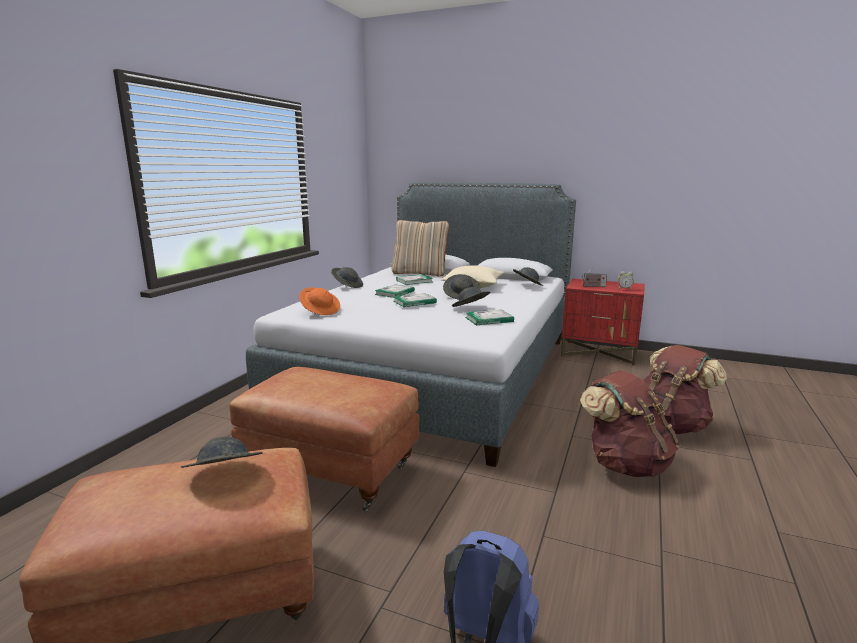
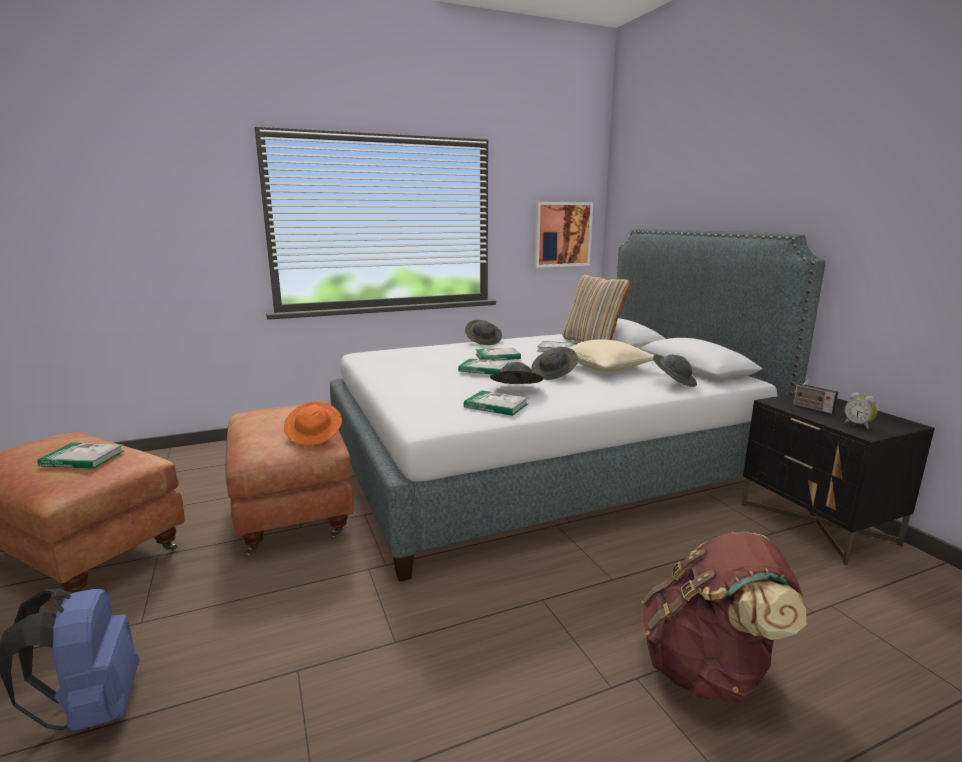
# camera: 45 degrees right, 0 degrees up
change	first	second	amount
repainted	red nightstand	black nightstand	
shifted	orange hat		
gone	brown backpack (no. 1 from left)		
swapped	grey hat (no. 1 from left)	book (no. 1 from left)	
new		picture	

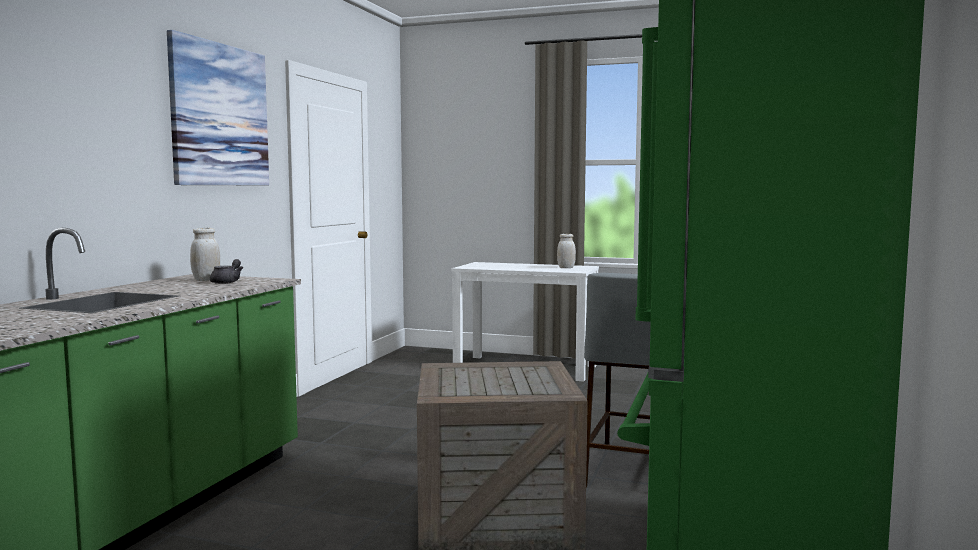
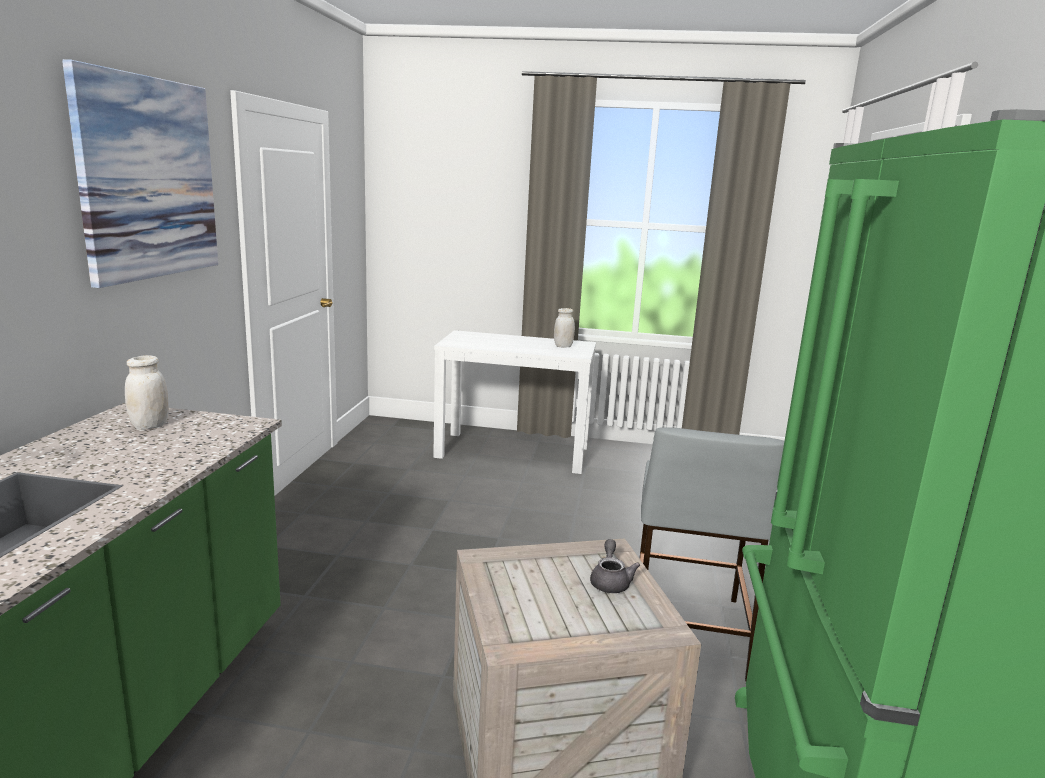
# camera: 10 degrees left, 10 degrees up
change	first	second	amount
shifted	grey teapot		

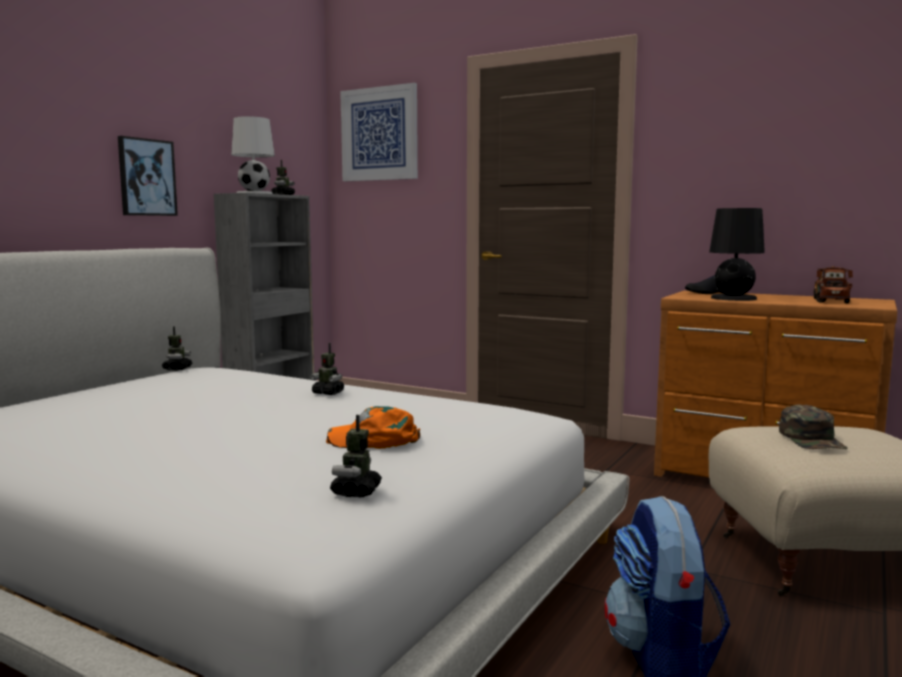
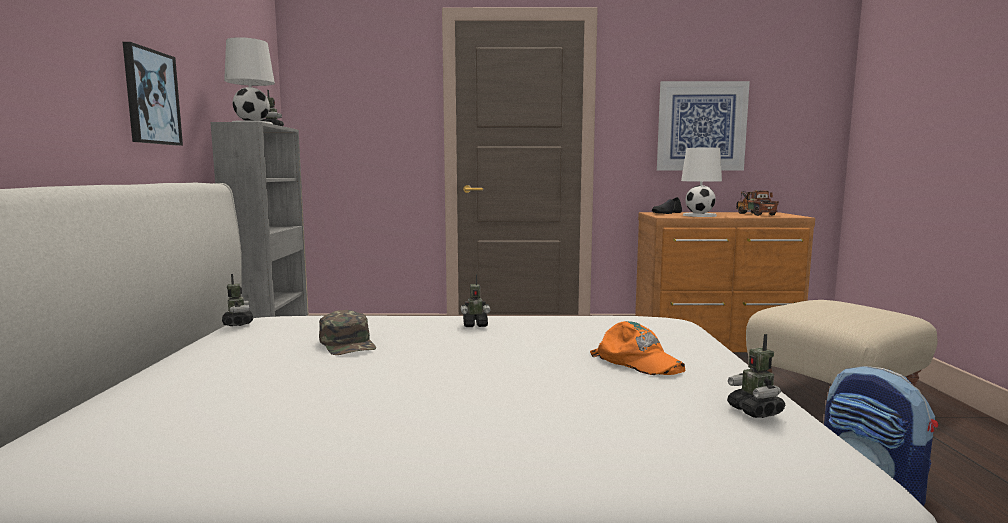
# camera: 30 degrees left, 0 degrees up
change	first	second	amount
shifted	picture (no. 2 from left)		
repainted	black table lamp	white table lamp (no. 2 from left)	
shifted	green cap		
rotated	orange cap		105 degrees counterclockwise

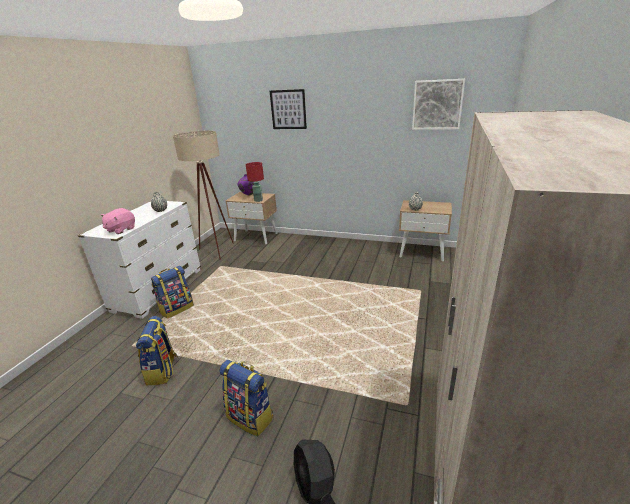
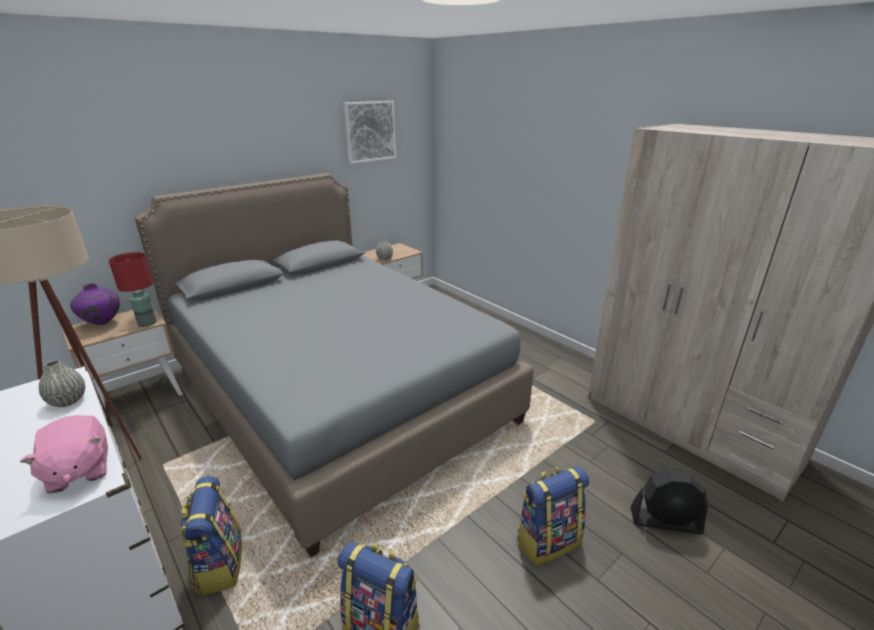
# camera: 60 degrees left, 0 degrees up
change	first	second	amount
gone	picture (no. 1 from left)		
new		grey bed	

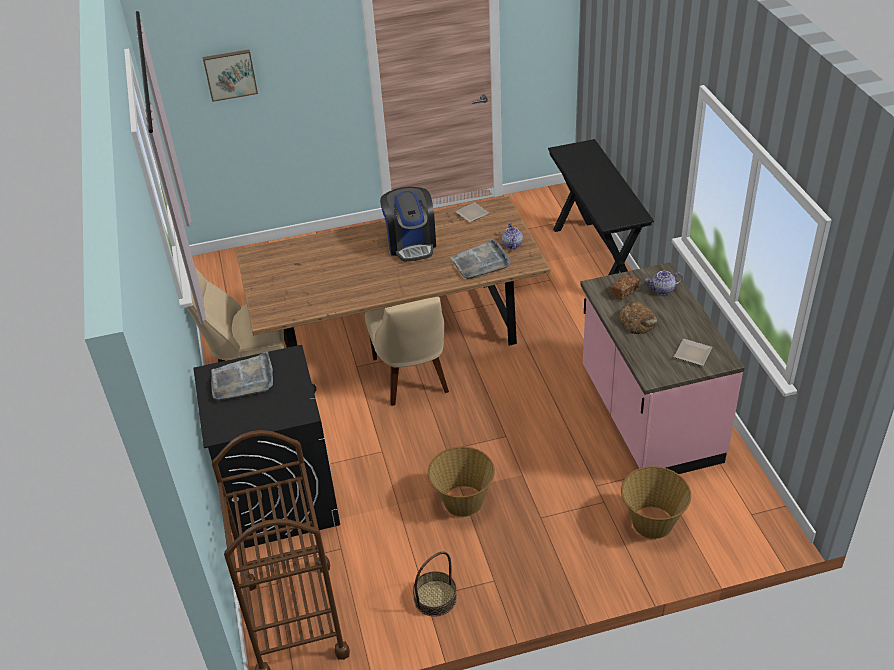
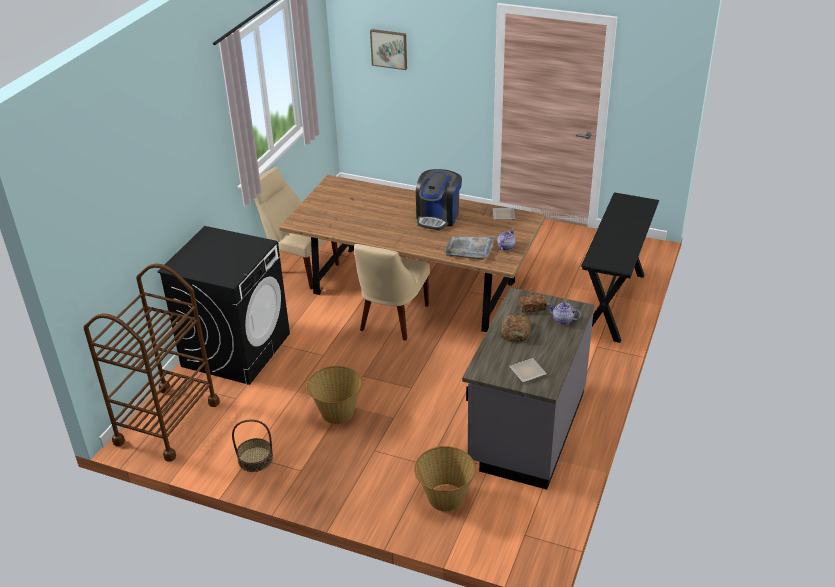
# camera: 35 degrees right, 5 degrees down
change	first	second	amount
repainted	pink counter	grey counter	
gone	grey tray (no. 1 from left)		

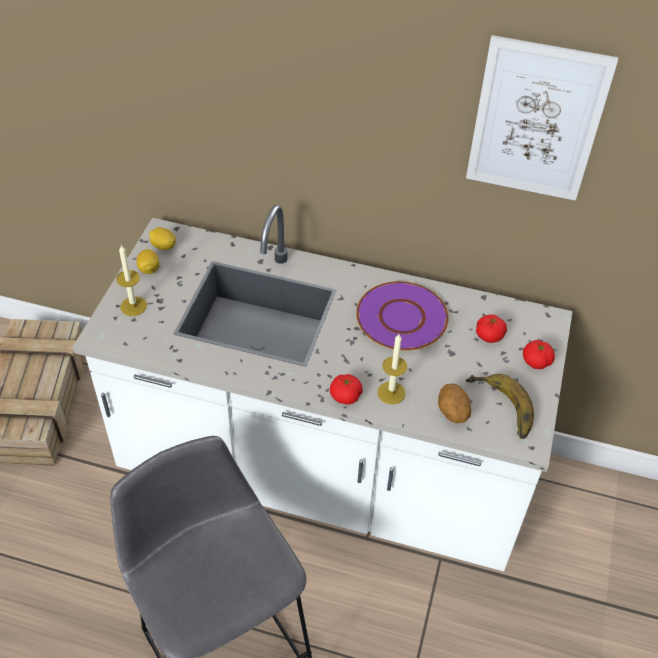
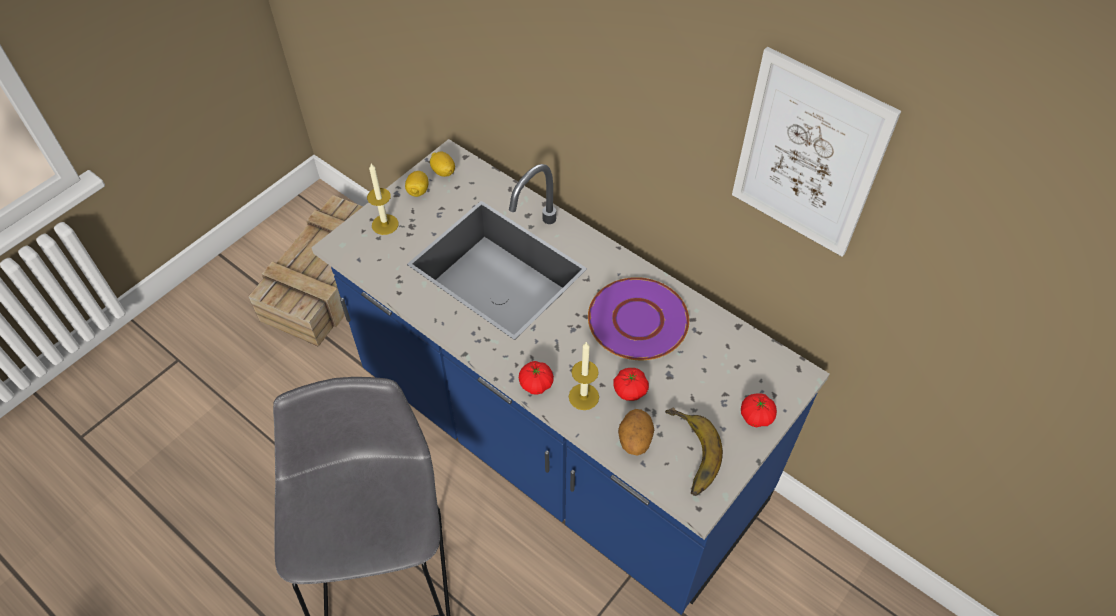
# camera: 25 degrees right, 5 degrees up
change	first	second	amount
repainted	white counter	blue counter	
shifted	tomato (no. 2 from left)		

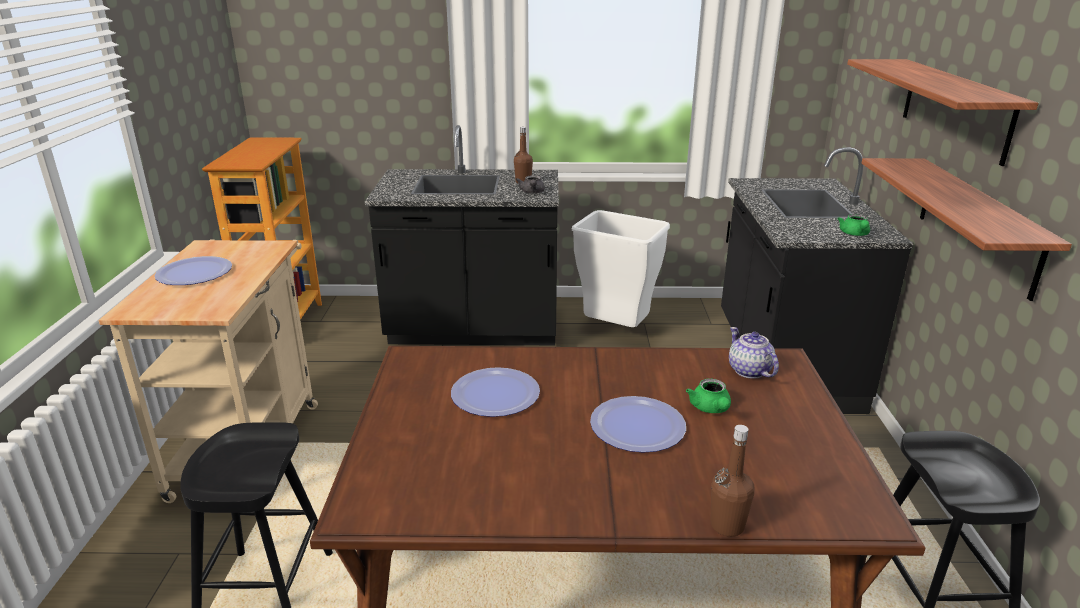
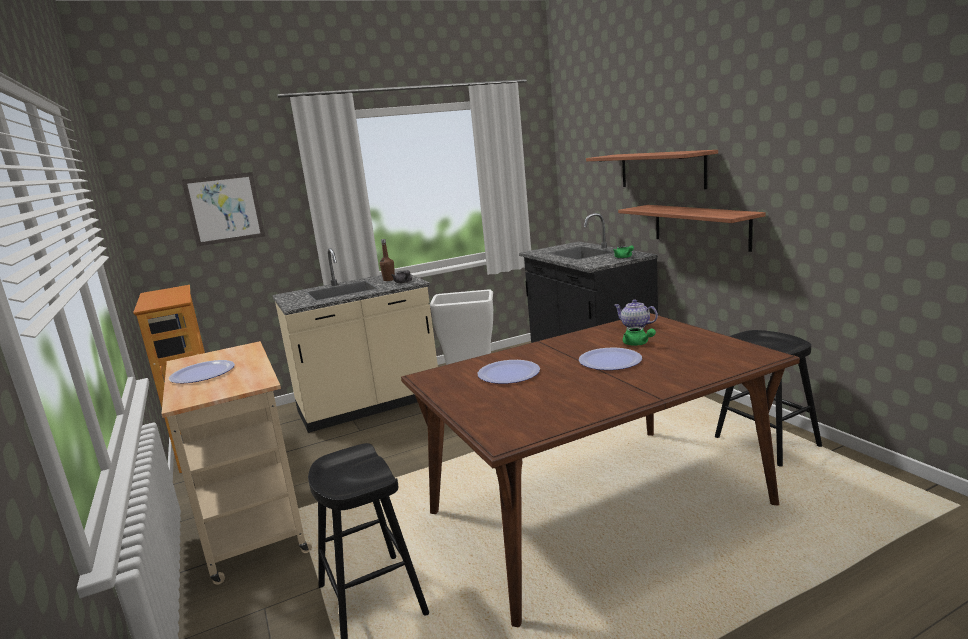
# camera: 25 degrees left, 10 degrees down
change	first	second	amount
repainted	black counter (no. 1 from left)	beige counter	
gone	brown bottle (no. 2 from left)		
new		picture	

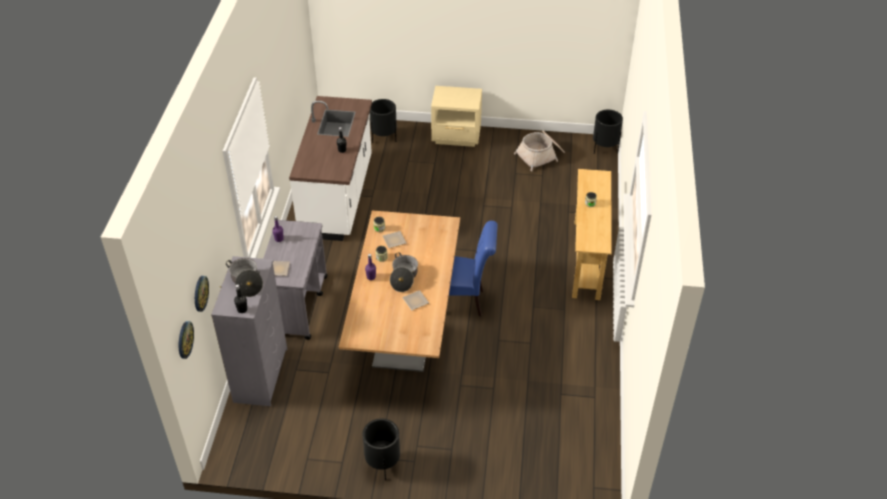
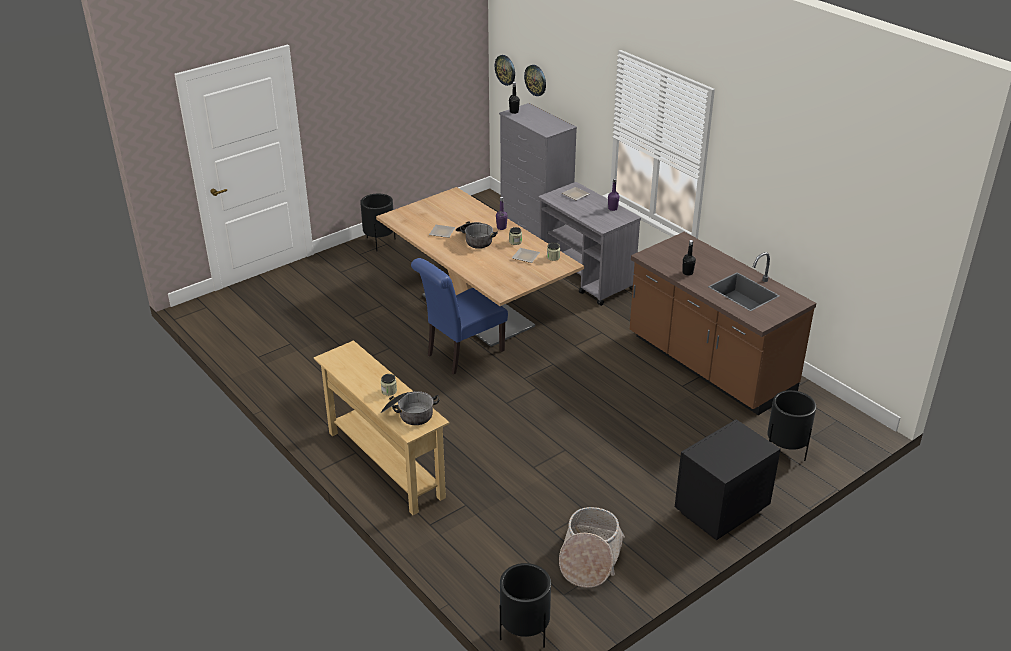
# camera: 135 degrees right, 10 degrees down
change	first	second	amount
repainted	beige nightstand	black nightstand	
repainted	white counter	brown counter	
shifted	cooking pot (no. 1 from left)		

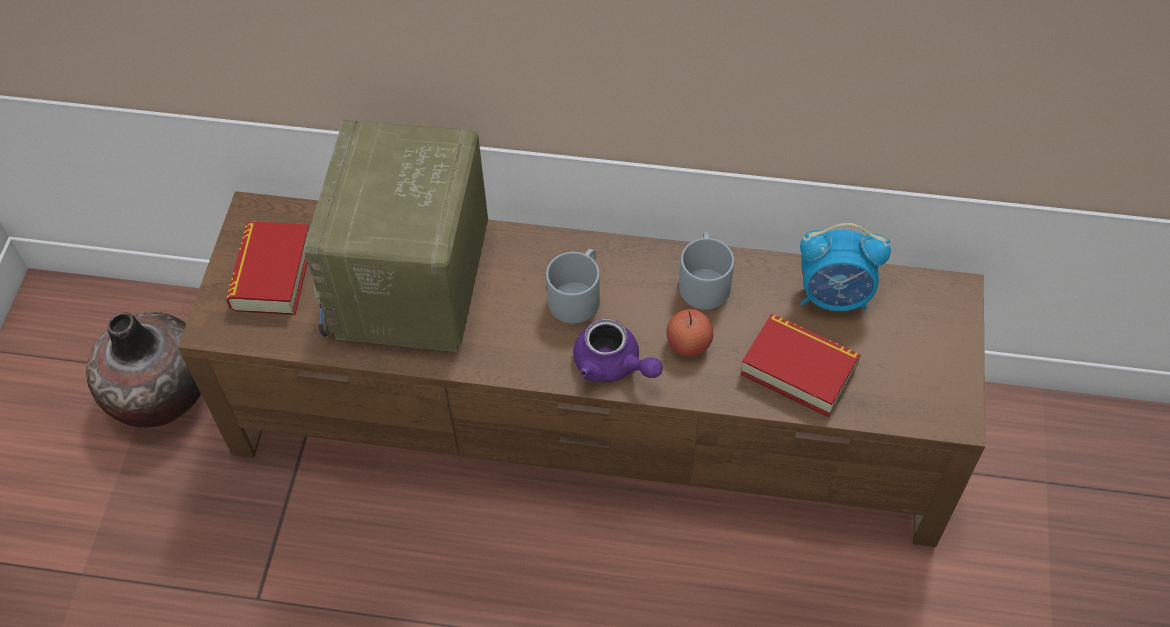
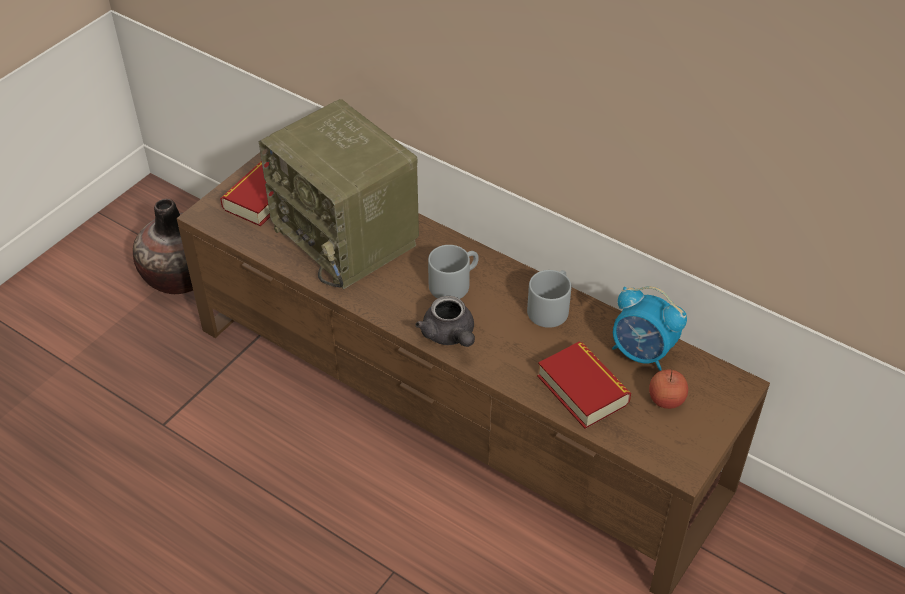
# camera: 25 degrees right, 10 degrees down
change	first	second	amount
rotated	radio		75 degrees counterclockwise
shifted	apple		
repainted	purple teapot	grey teapot	

